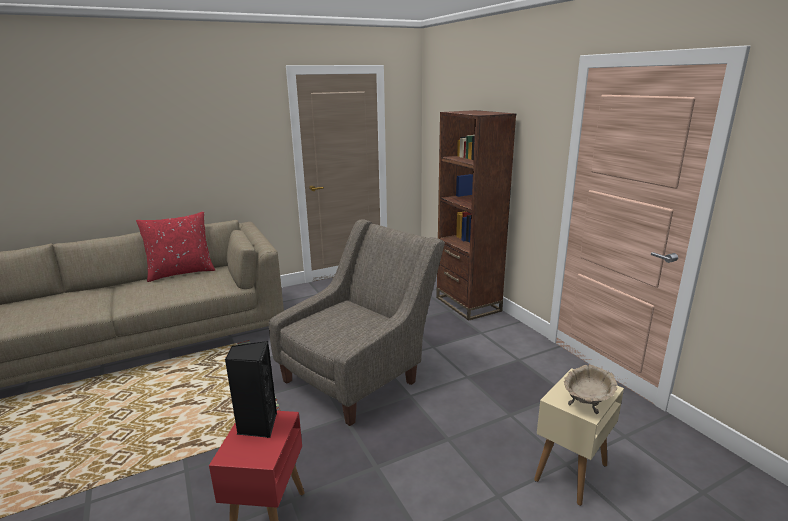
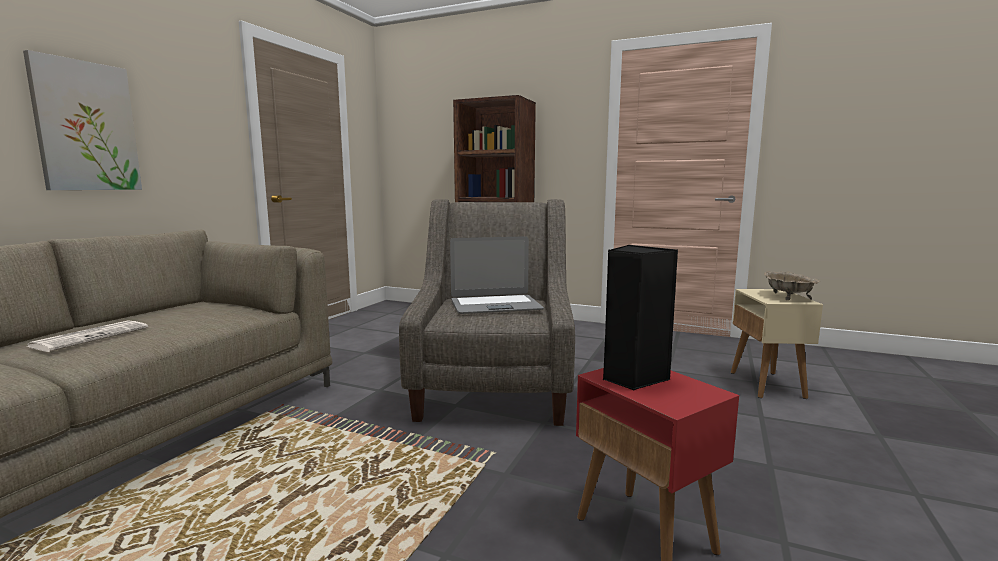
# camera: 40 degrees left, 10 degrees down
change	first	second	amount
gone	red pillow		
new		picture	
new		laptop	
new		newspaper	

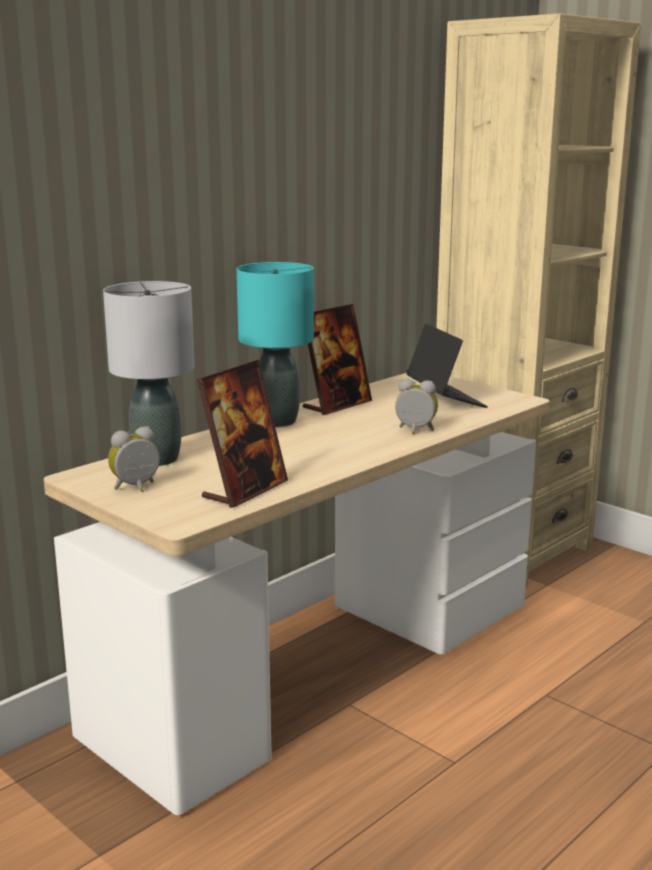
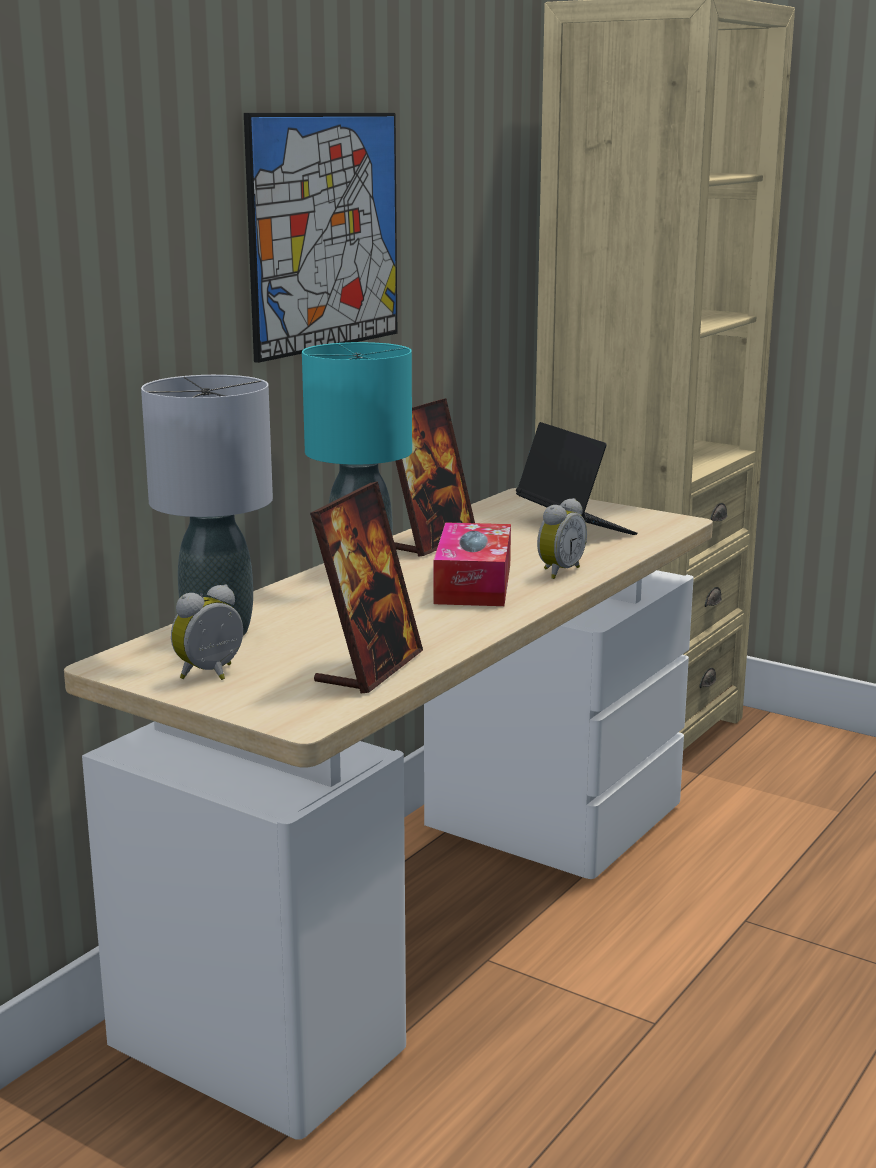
# camera: 10 degrees left, 0 degrees up
change	first	second	amount
rotated	alarm clock (no. 2 from left)		120 degrees clockwise
new		picture	
new		tissue box	

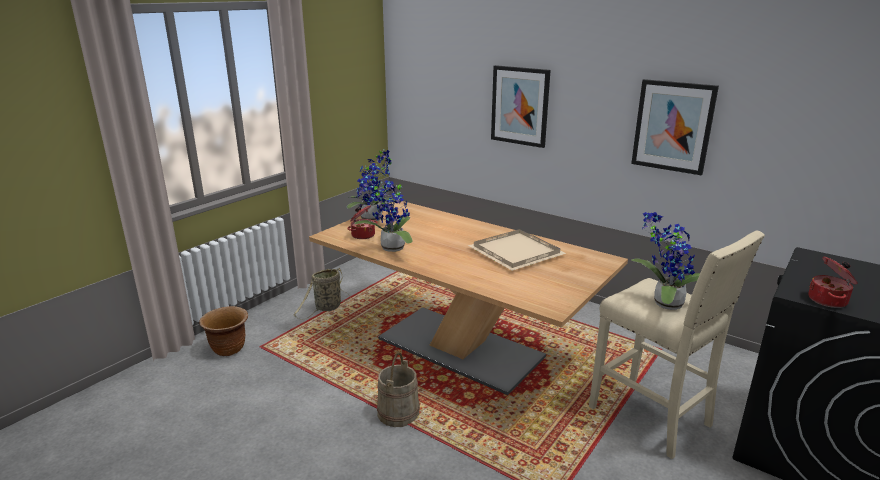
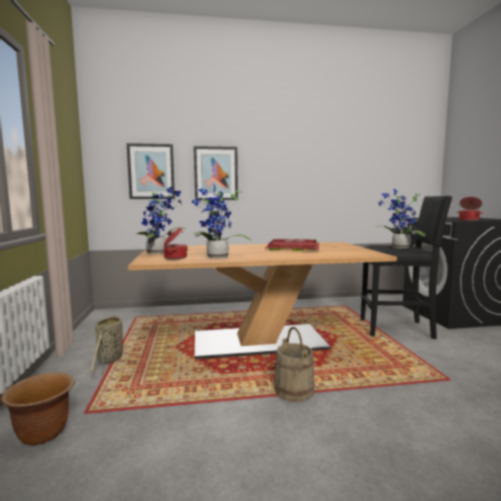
# camera: 45 degrees left, 15 degrees down
change	first	second	amount
shifted	picture (no. 2 from left in the first image)	picture (no. 1 from left)	
repainted	beige tray	red tray	
repainted	beige stool	black stool	

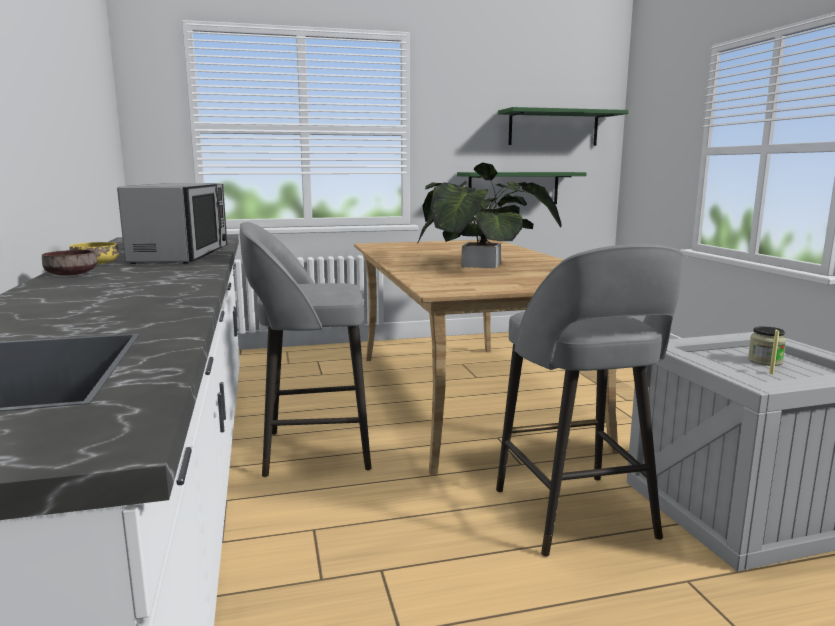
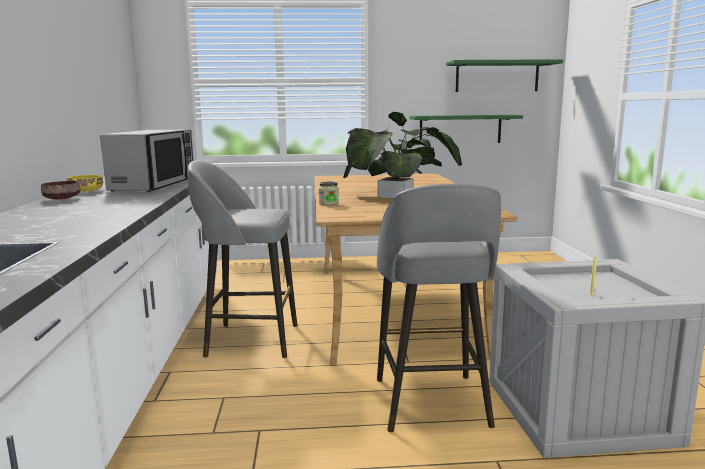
# camera: 10 degrees right, 0 degrees up
change	first	second	amount
shifted	jar		

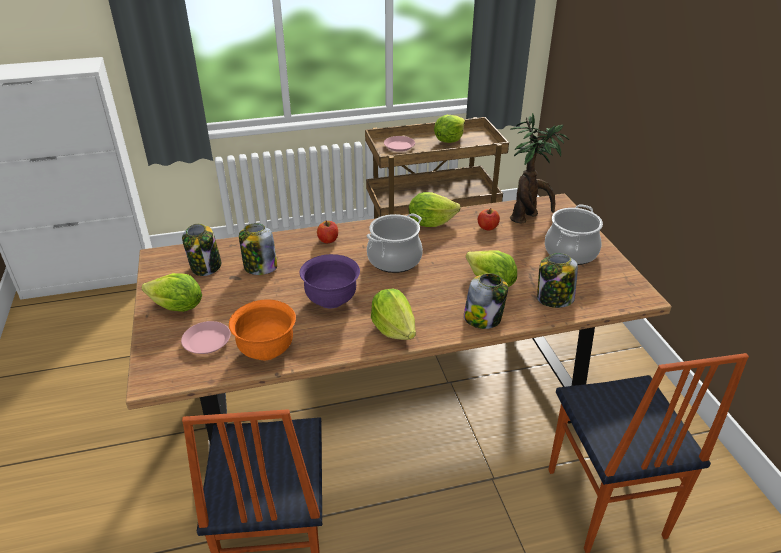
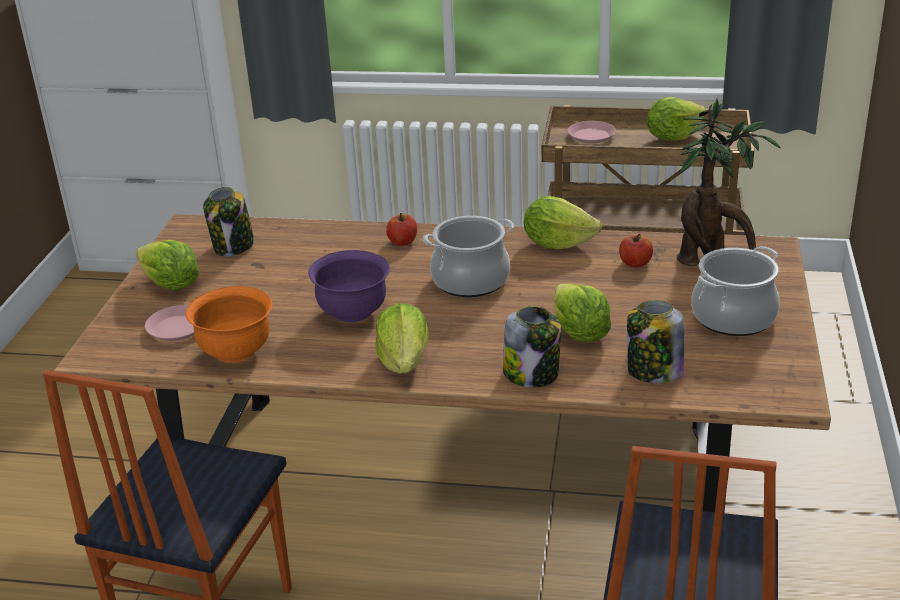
# camera: 25 degrees right, 5 degrees down
change	first	second	amount
gone	jar (no. 2 from left)		

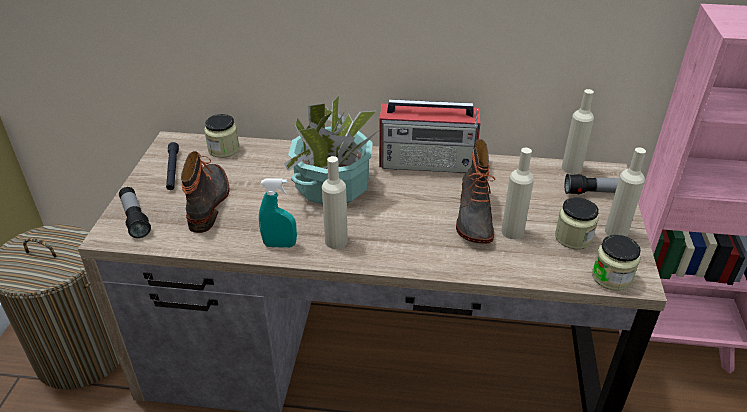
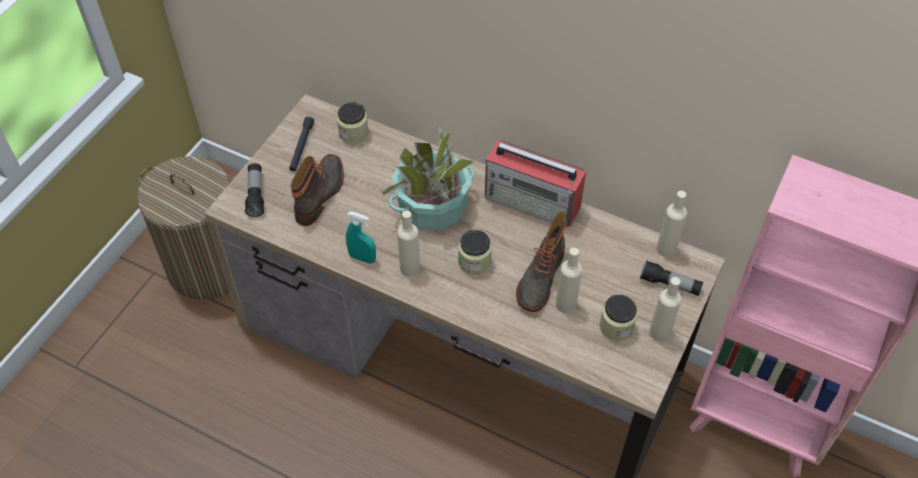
# camera: 20 degrees right, 15 degrees up
change	first	second	amount
shifted	jar (no. 3 from left in the first image)	jar (no. 2 from left)	

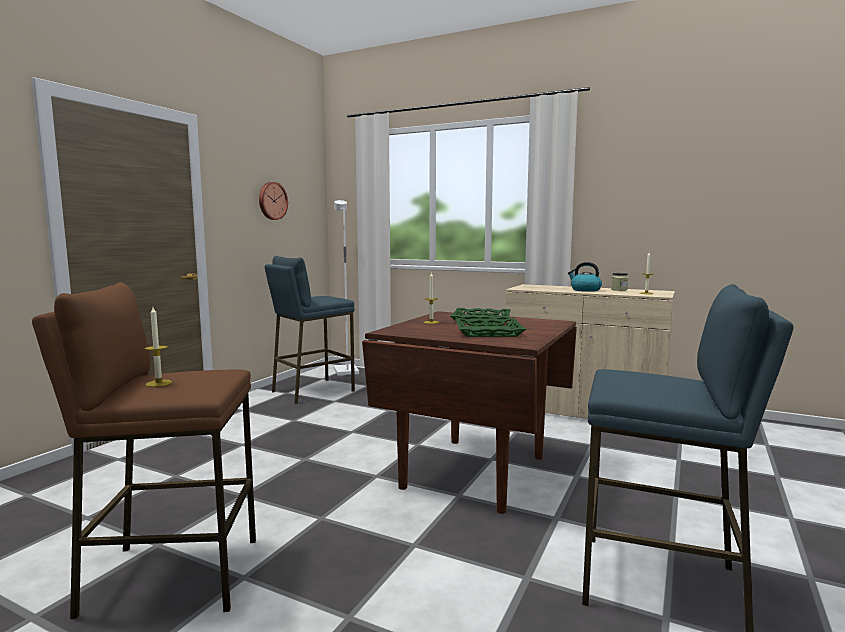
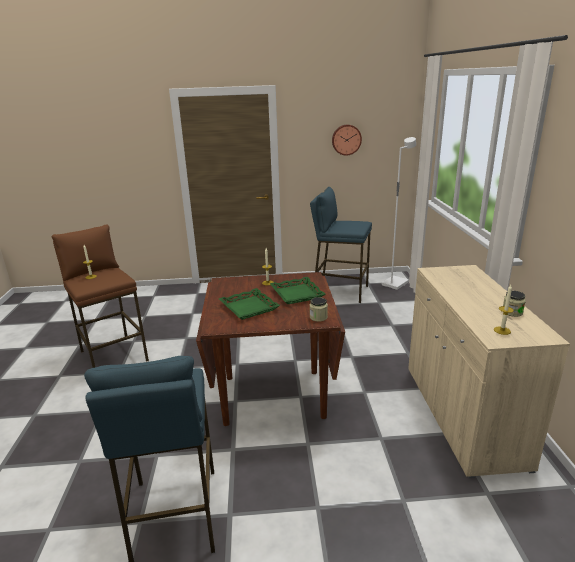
# camera: 60 degrees right, 15 degrees up
change	first	second	amount
gone	kettle		
new		jar (no. 1 from left)	

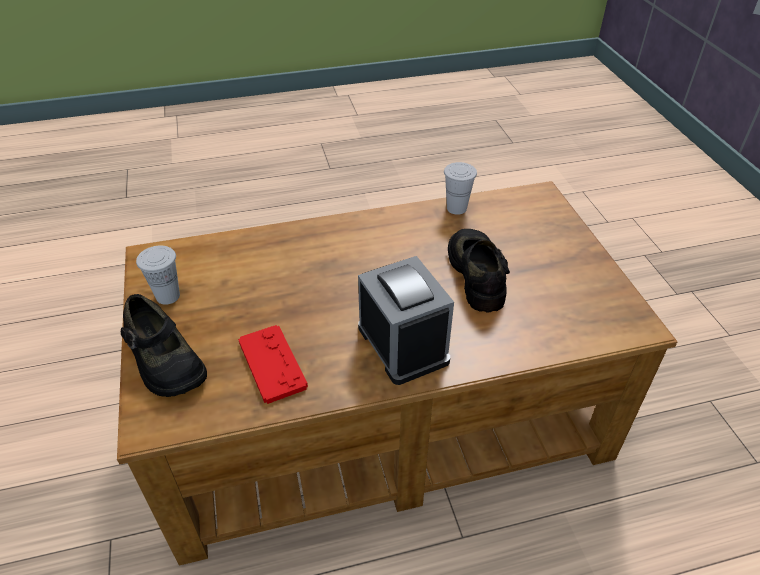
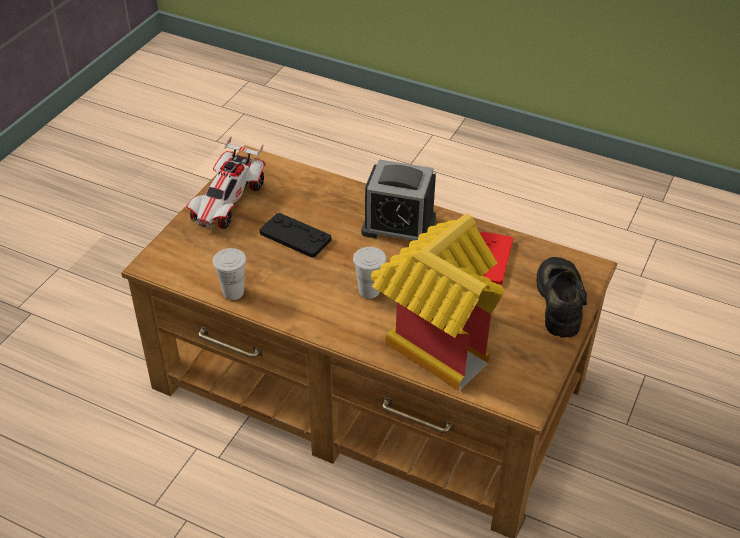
# camera: 140 degrees left, 0 degrees up
change	first	second	amount
swapped	black shoe (no. 2 from left)	black game controller	
shifted	white cup (no. 1 from left in the first image)	white cup (no. 2 from left)	
rotated	alarm clock		90 degrees counterclockwise
new		toy car	
new		toy house	

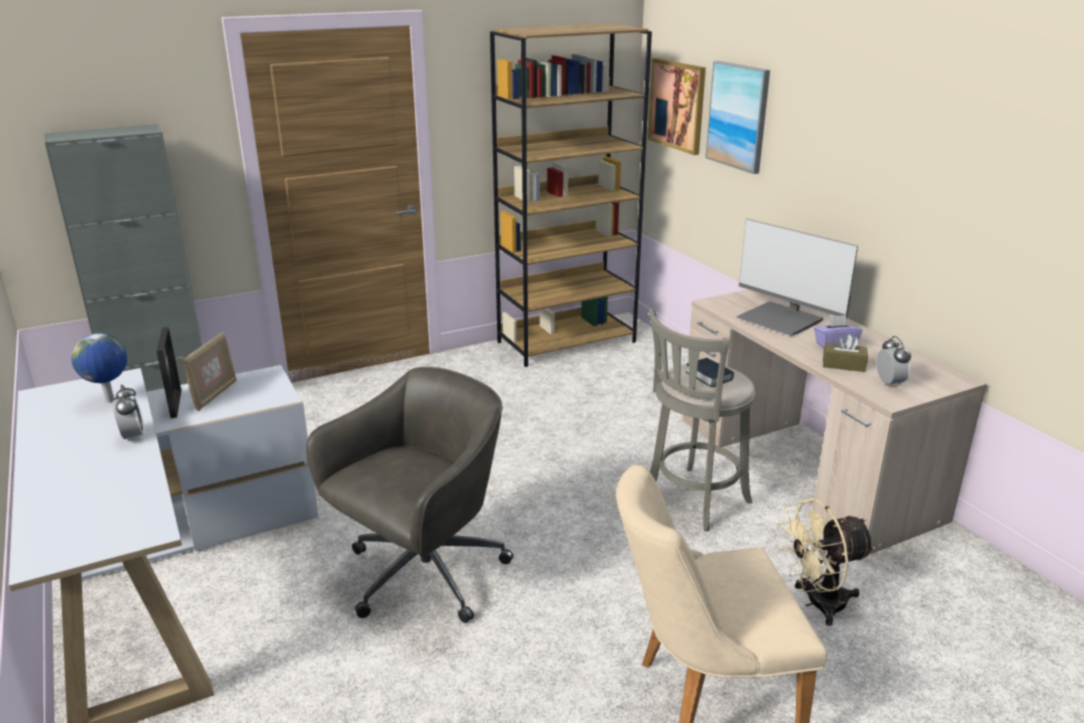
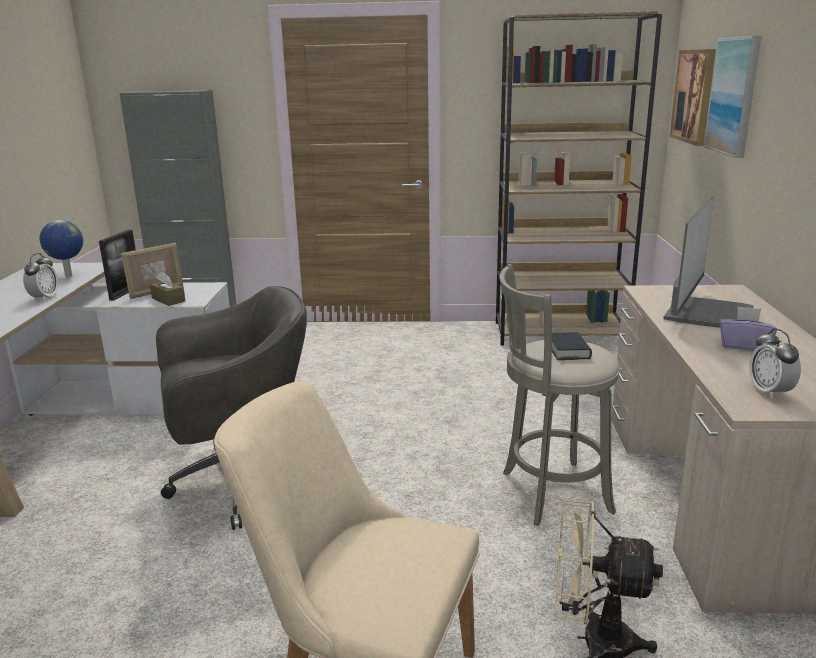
# camera: 30 degrees right, 5 degrees down
change	first	second	amount
rotated	monitor		135 degrees counterclockwise
shifted	brown tissue box		
rotated	alarm clock (no. 2 from left)		150 degrees clockwise

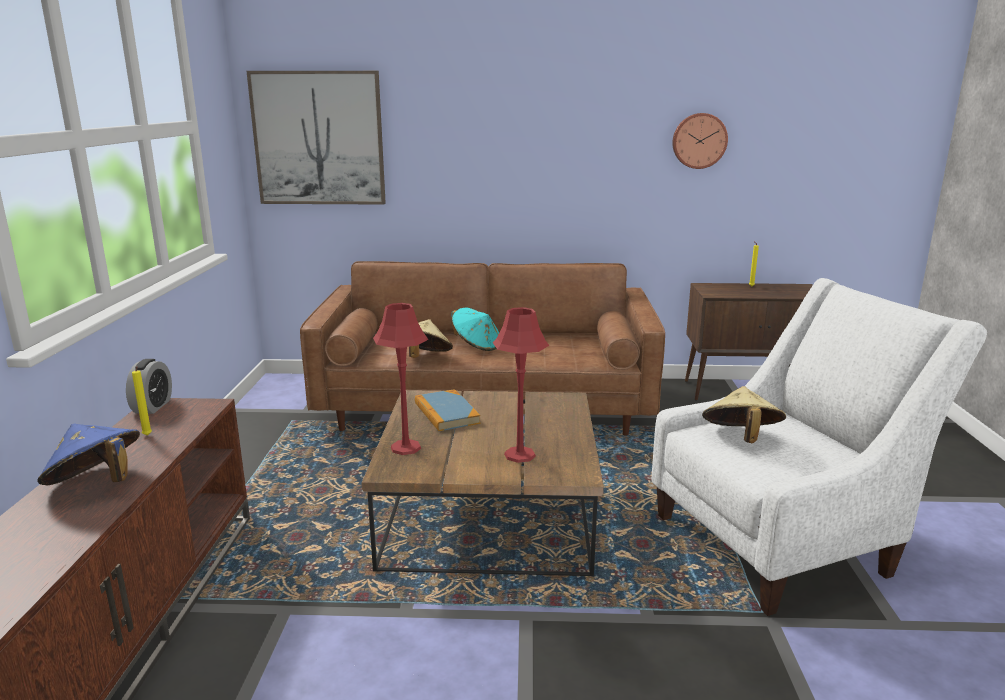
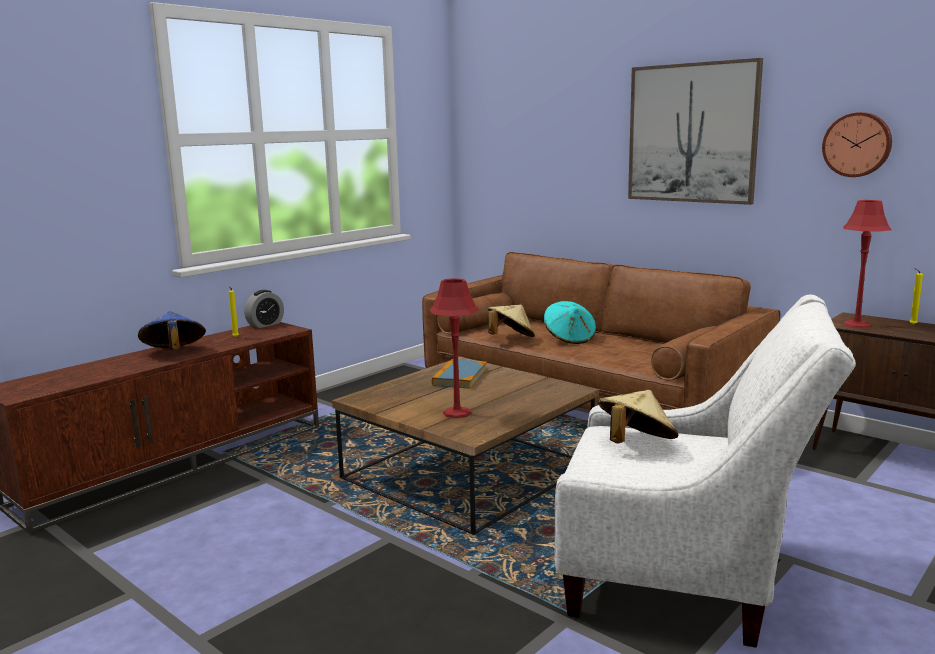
# camera: 40 degrees right, 5 degrees down
change	first	second	amount
shifted	picture		
shifted	red table lamp (no. 1 from left in the first image)	red table lamp (no. 2 from left)	

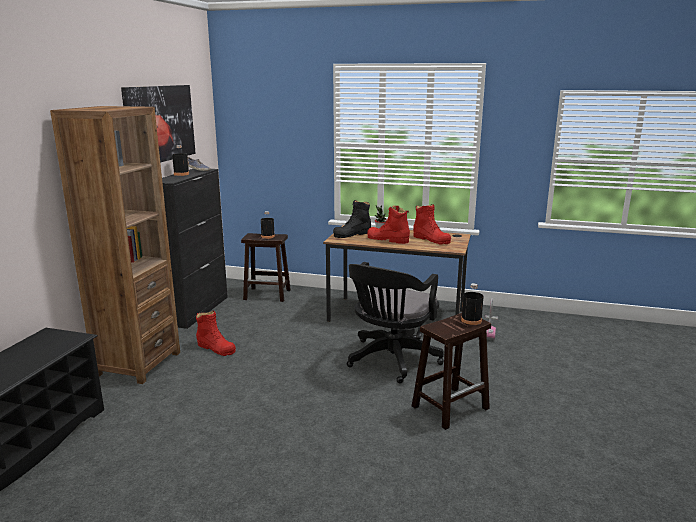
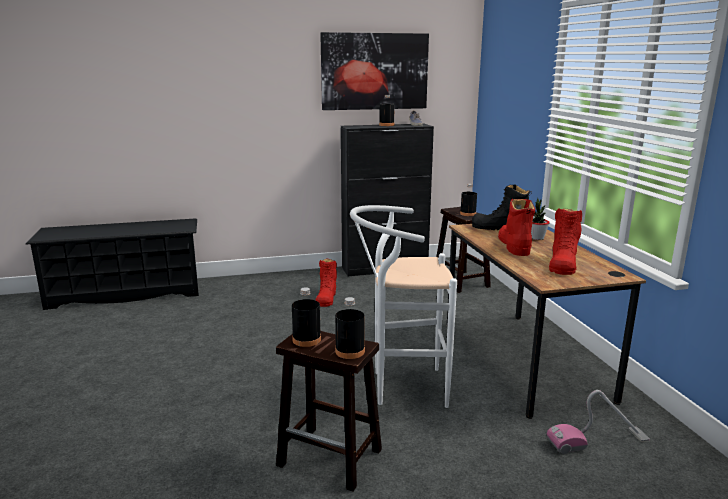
# camera: 60 degrees right, 0 degrees up
change	first	second	amount
gone	brown bookcase		
swapped	black office chair	white stool	
new		black bottle (no. 1 from left)	

